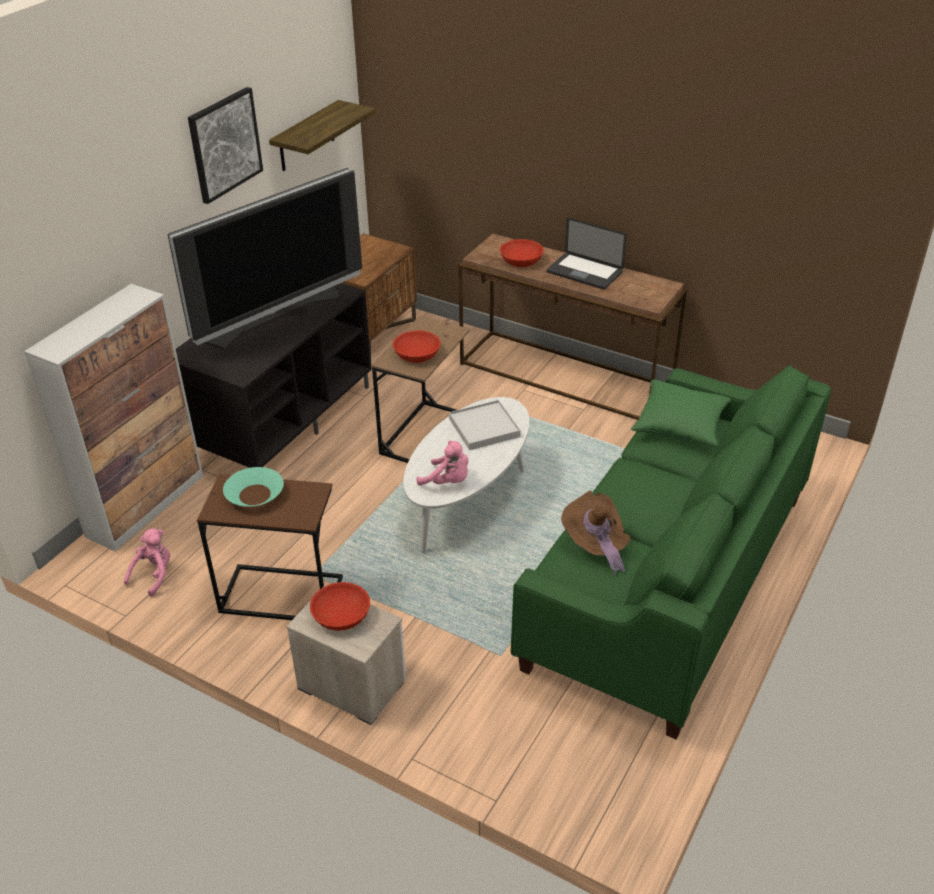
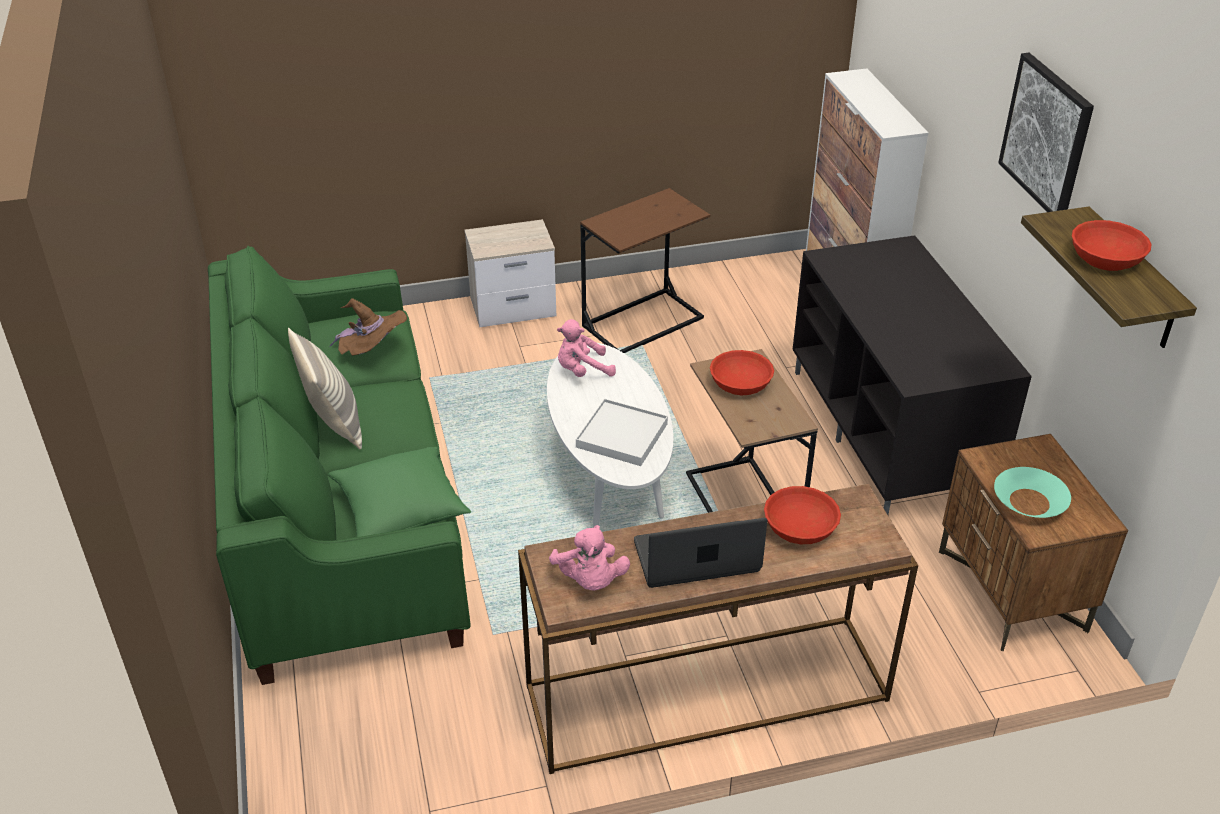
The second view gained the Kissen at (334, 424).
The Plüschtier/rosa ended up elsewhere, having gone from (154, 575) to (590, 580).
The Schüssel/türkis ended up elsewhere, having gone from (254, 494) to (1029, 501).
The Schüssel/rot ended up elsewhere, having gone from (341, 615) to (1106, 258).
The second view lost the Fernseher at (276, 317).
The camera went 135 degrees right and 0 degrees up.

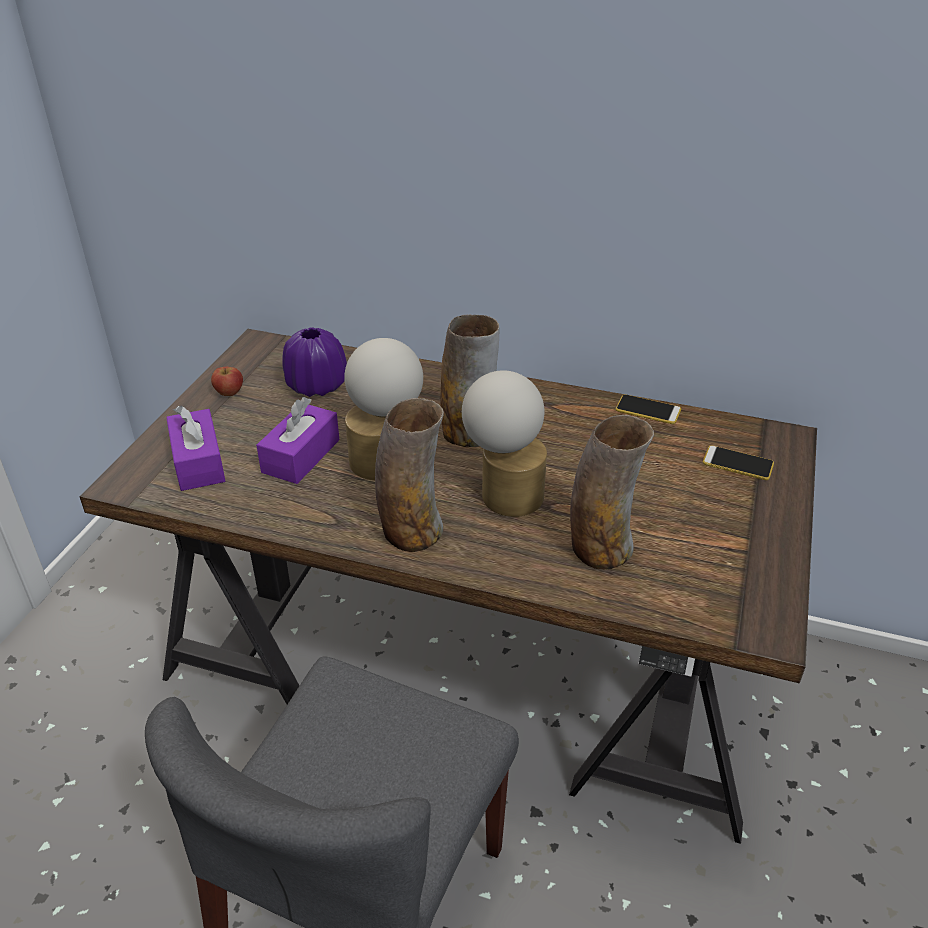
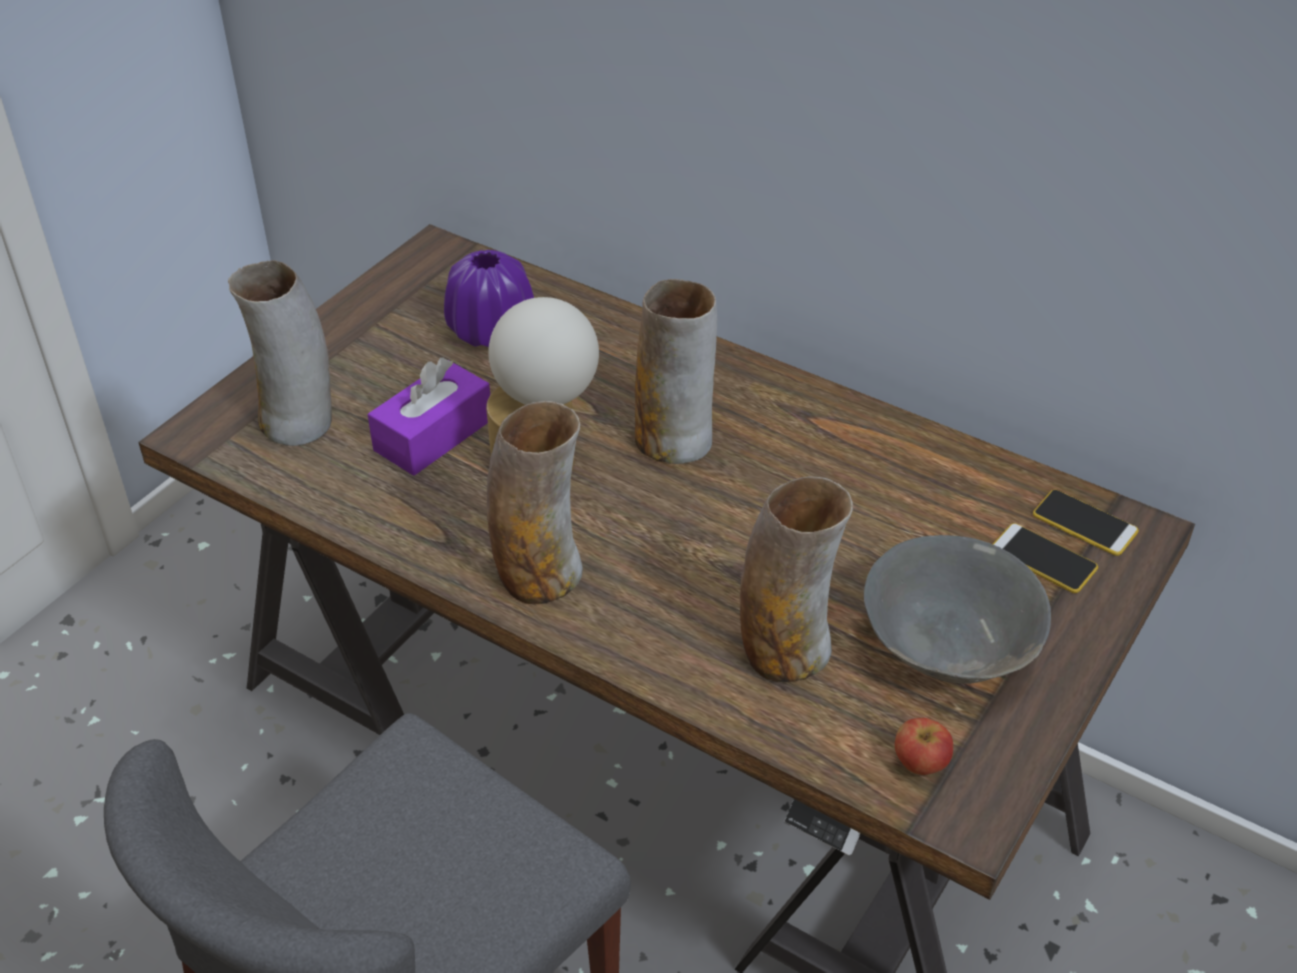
Where the Taschentuchbox/lila stood at (198, 462), the Vase came to stand at (298, 421).
The second view gained the Schüssel/grau at (945, 645).
The Apfel ended up elsewhere, having gone from (229, 393) to (920, 763).
The Handy ended up elsewhere, having gone from (648, 410) to (1084, 523).
The second view lost the Tischlampe at (504, 493).
The camera went 15 degrees right and 5 degrees up.

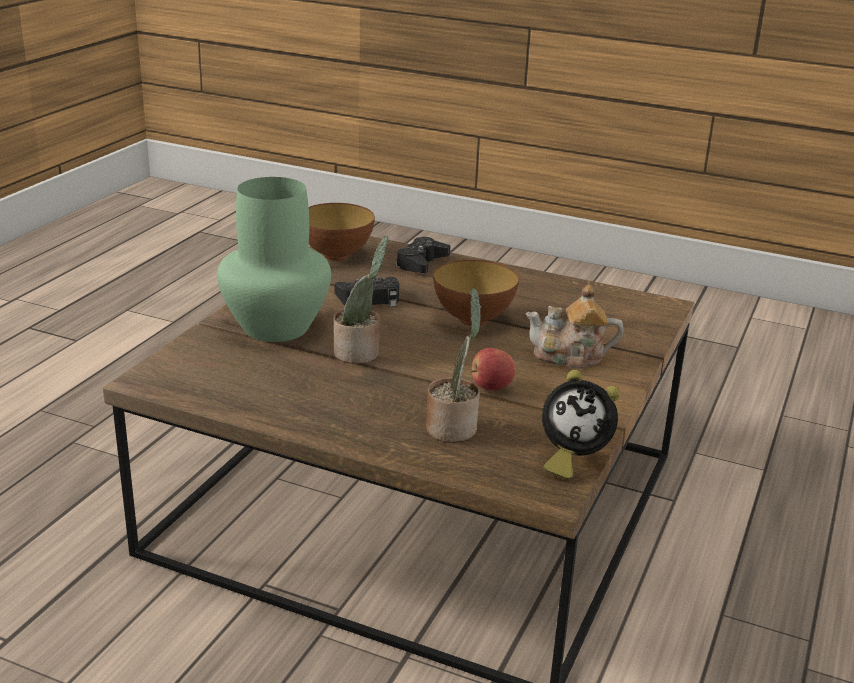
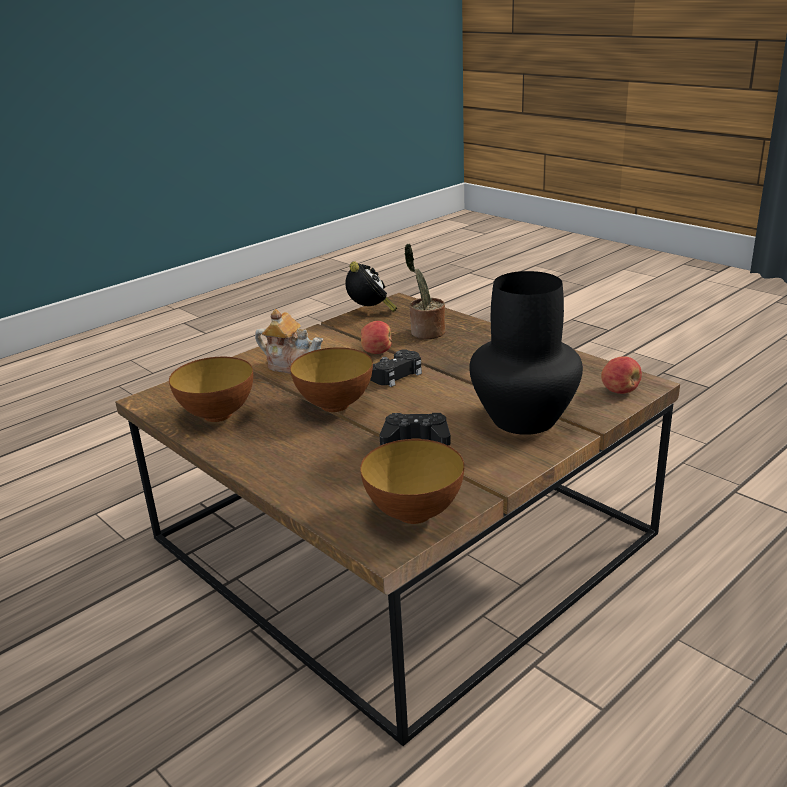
The second view gained the Schüssel at (217, 415).
The Wecker at (571, 459) ended up facing another way, 45 degrees clockwise from before.
The Gamepad/schwarz ended up elsewhere, having gone from (421, 263) to (394, 374).
What was the Vase/grün at (275, 328) turned into the Vase/schwarz at (524, 418).
The second view gained the Apfel at (620, 391).
The second view lost the Topfpflanze at (360, 353).
The camera went 155 degrees left and 0 degrees up.

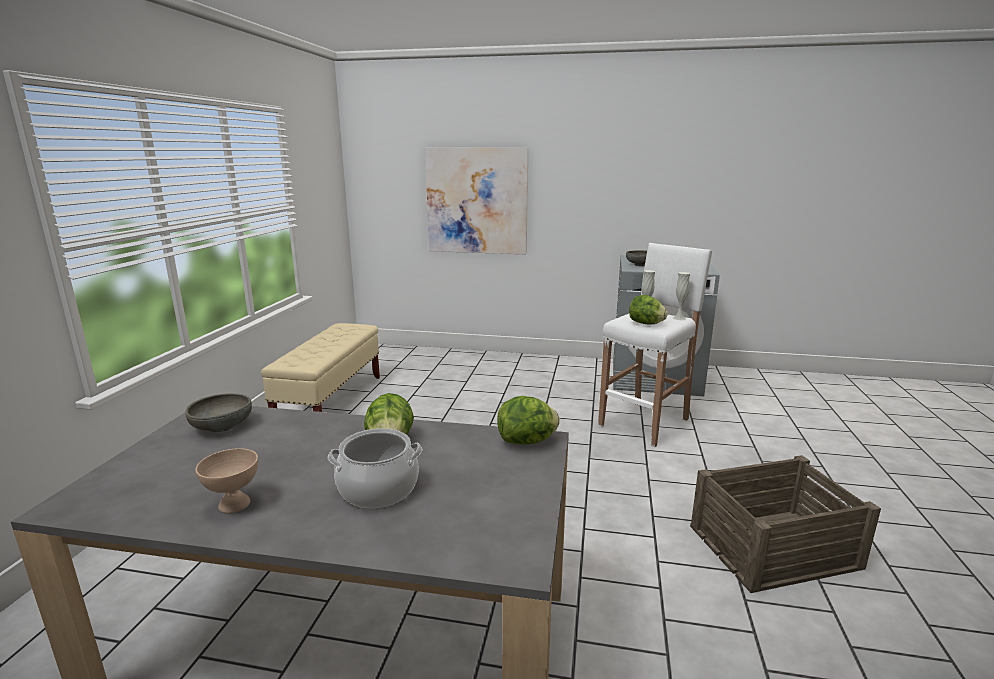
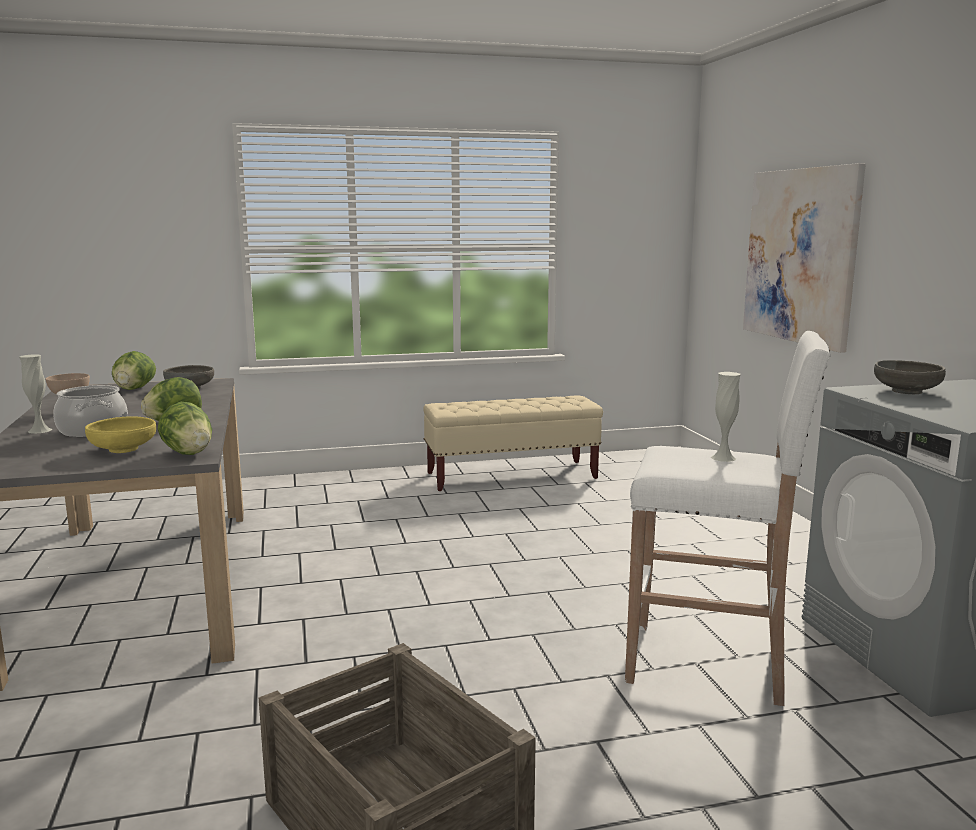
The Vase/weiß ended up elsewhere, having gone from (679, 318) to (40, 430).
The second view gained the Schüssel/gelb at (123, 449).
The Salatkopf ended up elsewhere, having gone from (646, 324) to (134, 389).
The camera went 65 degrees right and 5 degrees down.

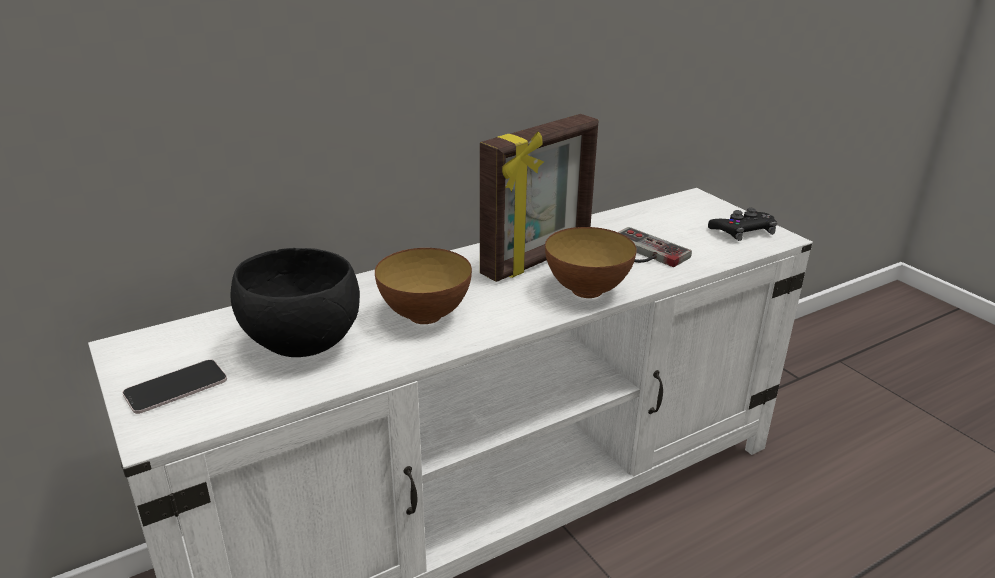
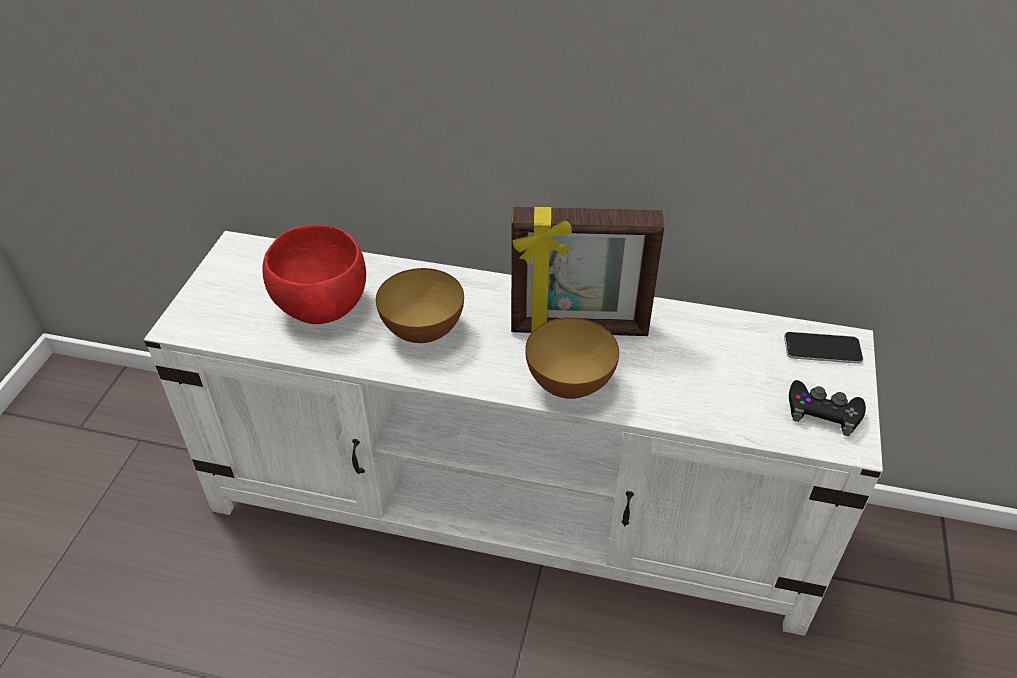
What was the Schüssel/schwarz at (302, 345) turned into the Schüssel/rot at (321, 309).
The Handy ended up elsewhere, having gone from (176, 387) to (822, 349).
The second view lost the Gamepad at (644, 252).
The camera went 45 degrees right and 15 degrees up.

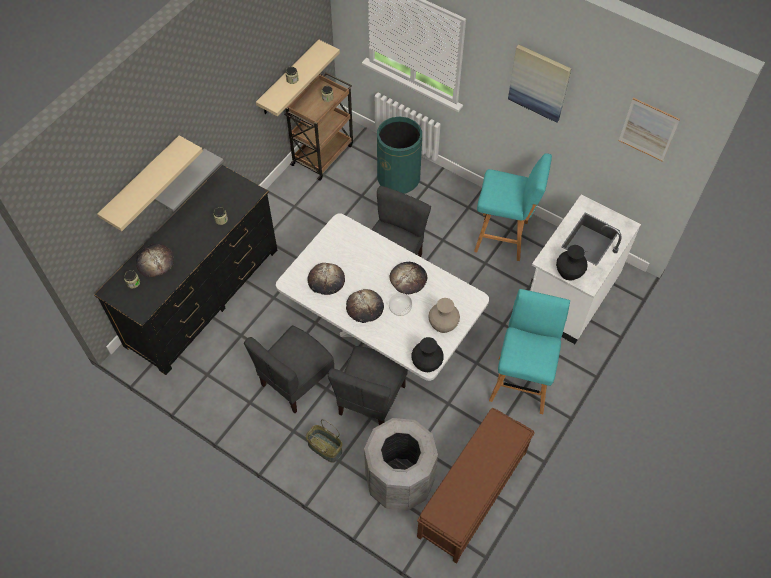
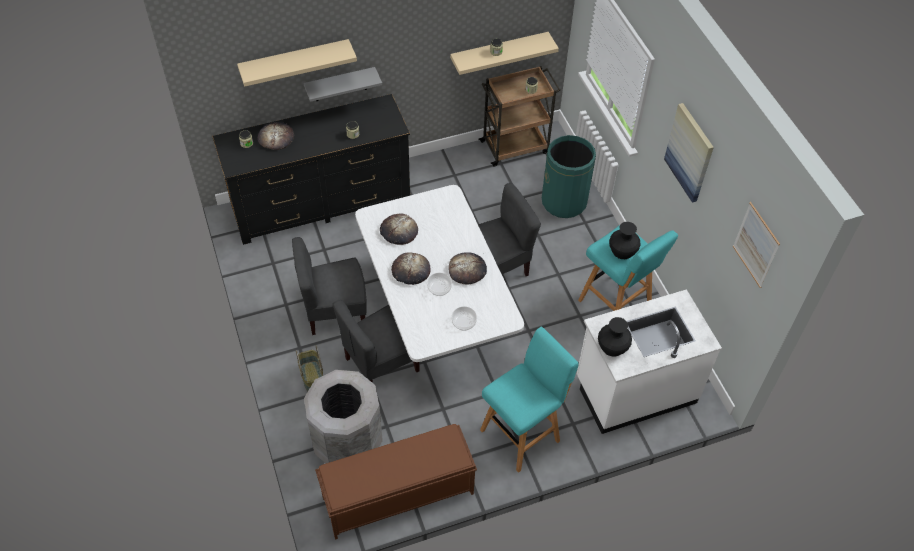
Where the Vase/beige stood at (443, 323), the Schüssel came to stand at (464, 322).
The Vase/schwarz ended up elsewhere, having gone from (426, 362) to (622, 251).
The camera went 35 degrees right and 5 degrees down.

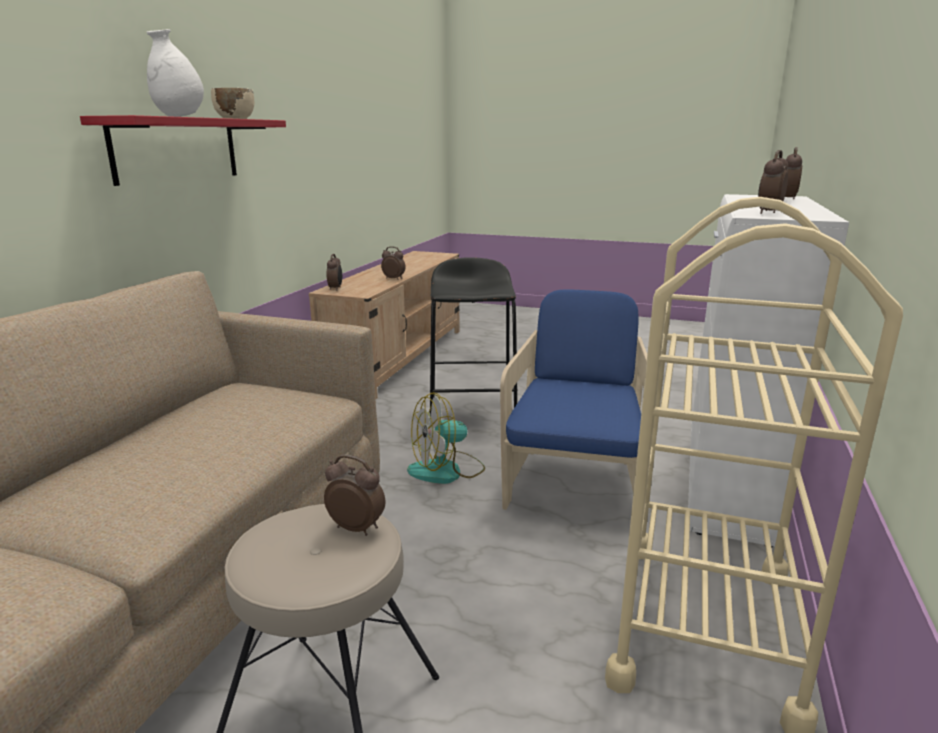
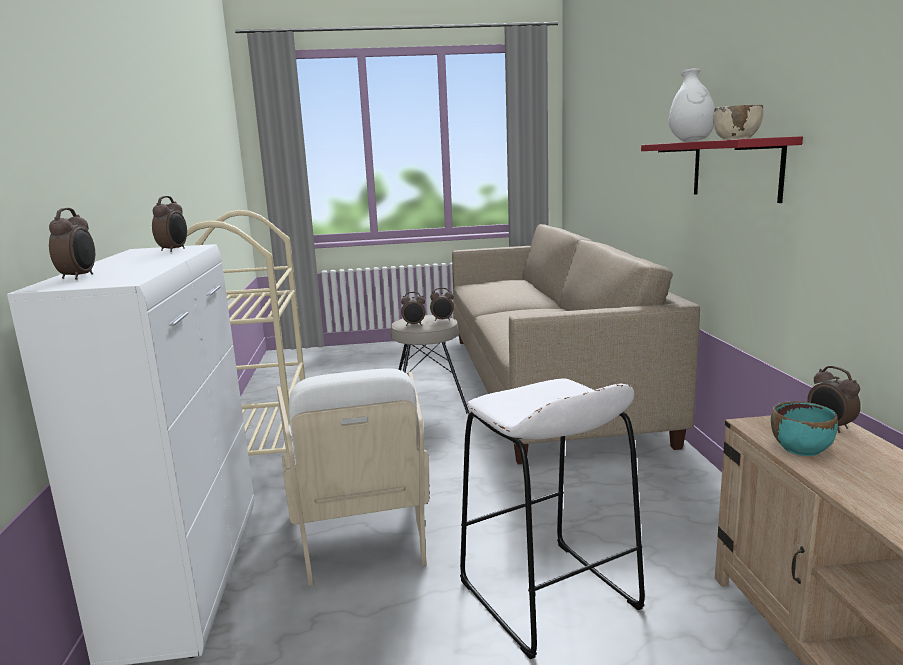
What was the Sessel/blau at (574, 483) turned into the Sessel/weiß at (361, 532).
The Wecker ended up elsewhere, having gone from (394, 279) to (442, 320).
What was the Hocker/schwarz at (472, 415) turned into the Hocker/weiß at (548, 595).
The second view gained the Schüssel/türkis at (801, 449).
The second view lost the Ventilator at (446, 470).
The camera went 155 degrees right and 5 degrees down.

